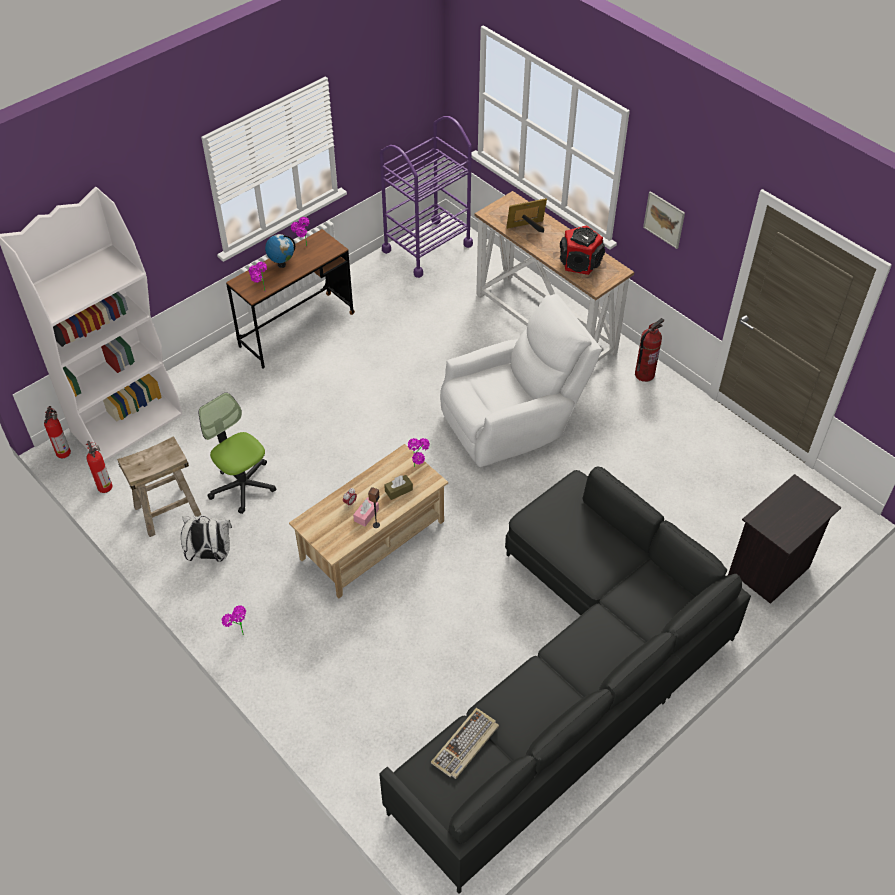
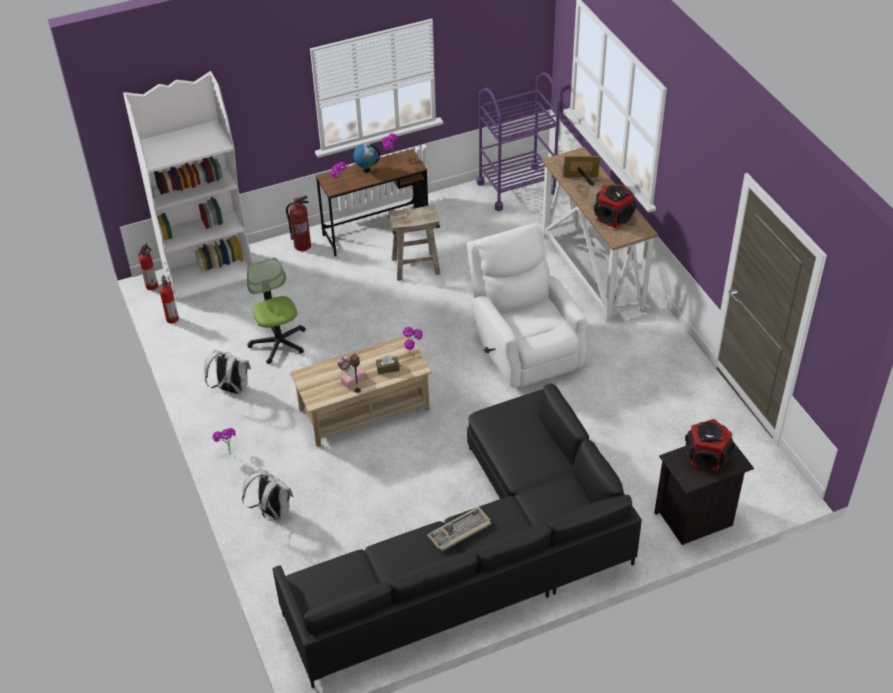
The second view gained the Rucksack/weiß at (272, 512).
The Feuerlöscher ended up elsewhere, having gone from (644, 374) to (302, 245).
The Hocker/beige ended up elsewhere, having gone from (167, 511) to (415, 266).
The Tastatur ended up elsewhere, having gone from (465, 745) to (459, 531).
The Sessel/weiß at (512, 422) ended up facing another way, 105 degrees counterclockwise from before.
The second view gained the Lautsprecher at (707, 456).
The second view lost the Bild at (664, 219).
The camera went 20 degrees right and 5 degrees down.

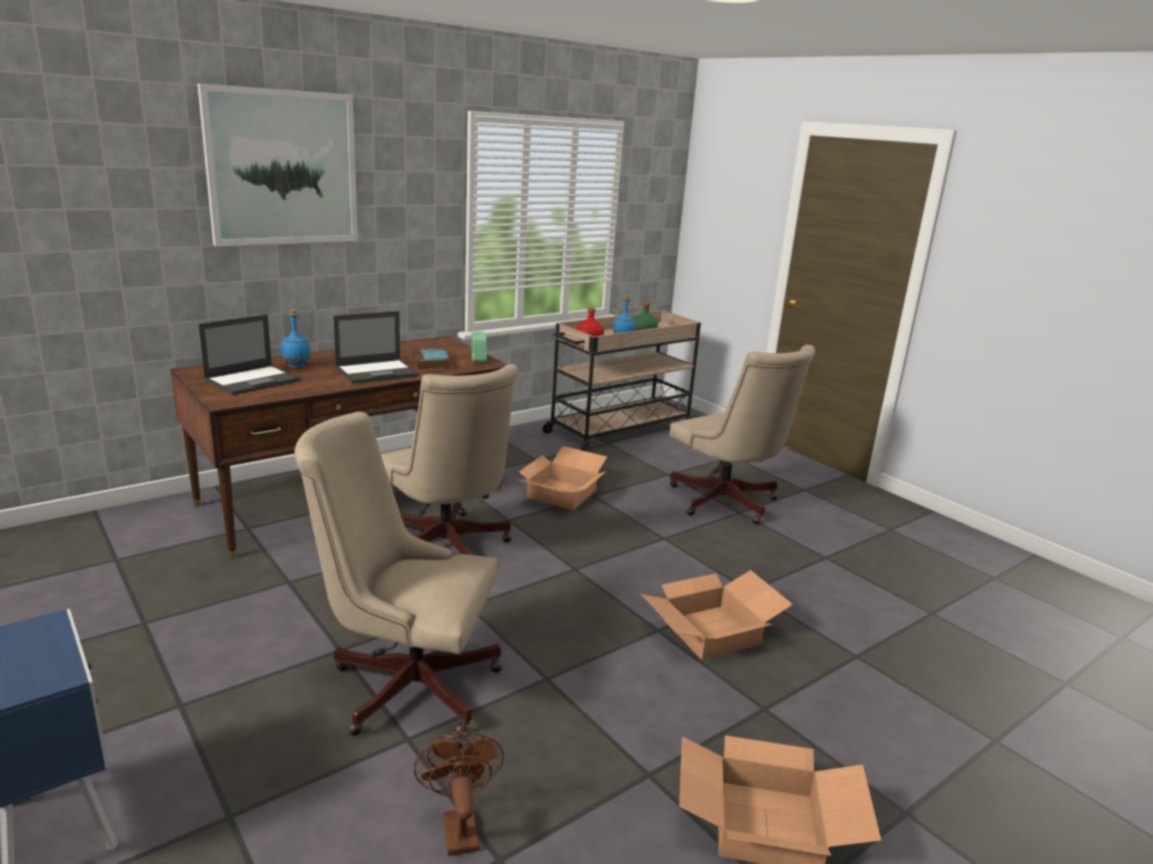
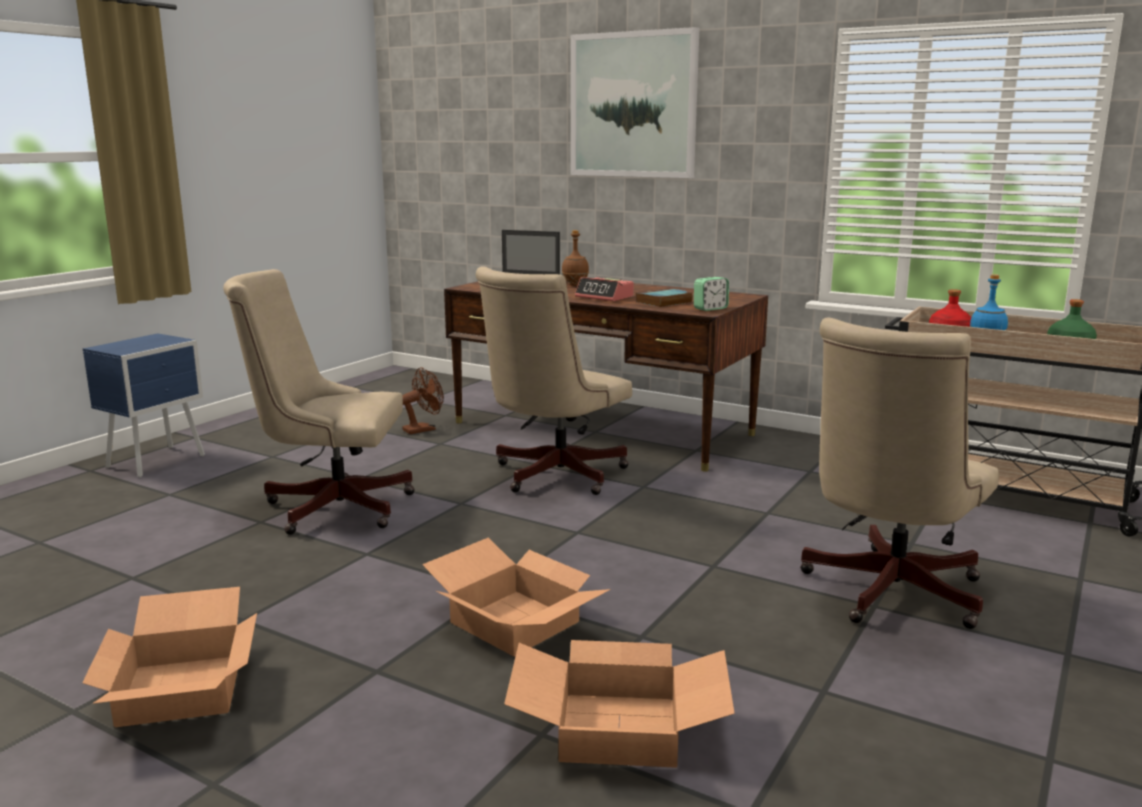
The Bürostuhl/beige at (405, 683) ended up facing another way, 75 degrees counterclockwise from before.
The Ventilator/braun ended up elsewhere, having gone from (458, 825) to (423, 429).
The Karton ended up elsewhere, having gone from (561, 493) to (620, 728).
What was the Flasche/blau at (297, 366) turned into the Flasche/braun at (575, 285).
Where the Laptop stood at (377, 372), the Wecker came to stand at (604, 297).
The camera went 70 degrees right and 5 degrees down.

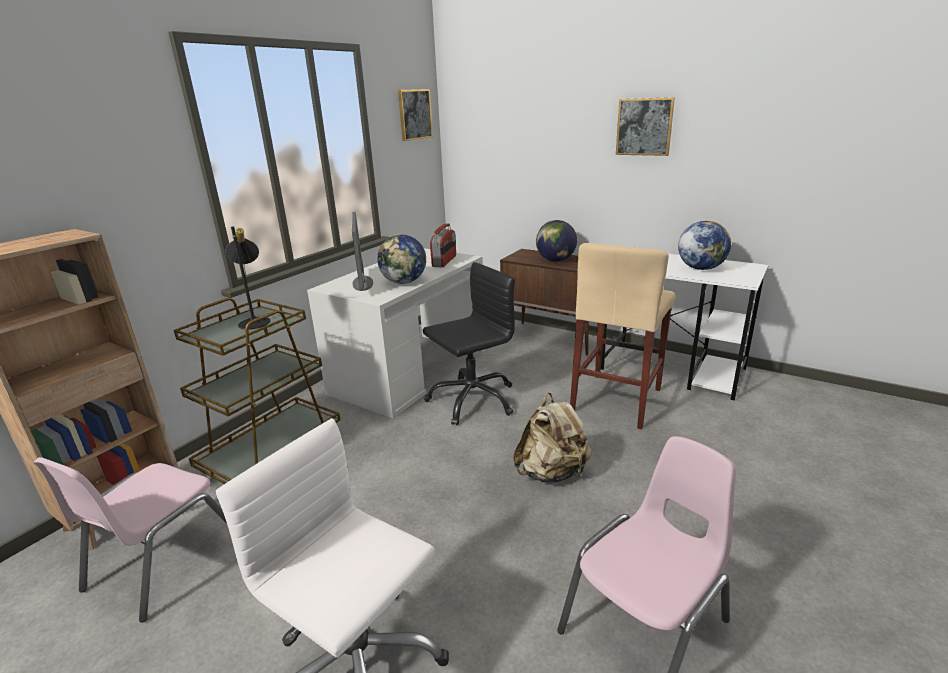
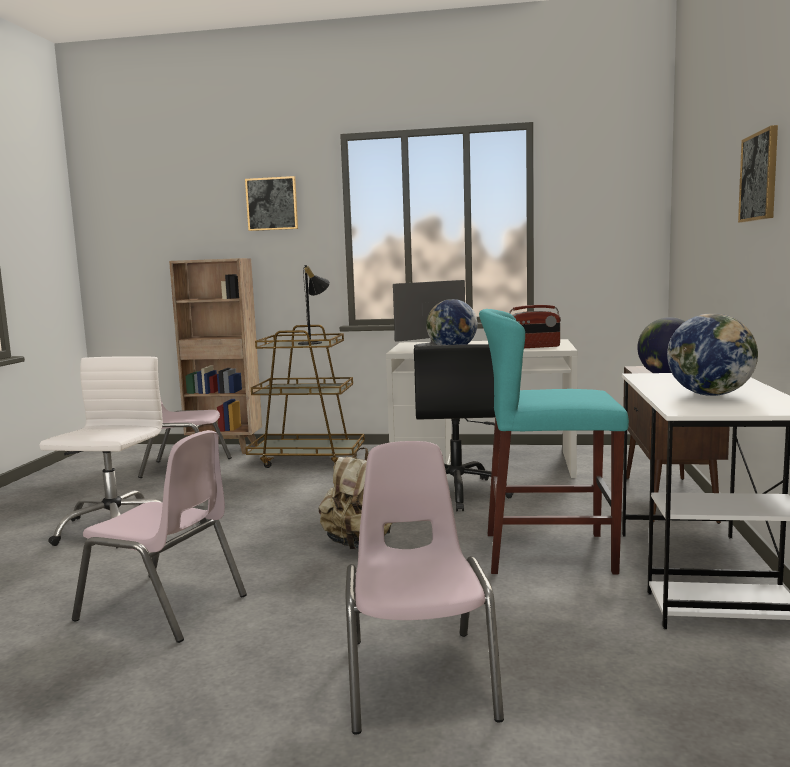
The Bild ended up elsewhere, having gone from (414, 114) to (272, 204).
The second view gained the Stuhl/rosa at (419, 678).
The Bürostuhl/schwarz at (472, 399) ended up facing another way, 60 degrees clockwise from before.
What was the Hocker/beige at (616, 400) turned into the Hocker/türkis at (549, 553).
The camera went 65 degrees right and 15 degrees down.

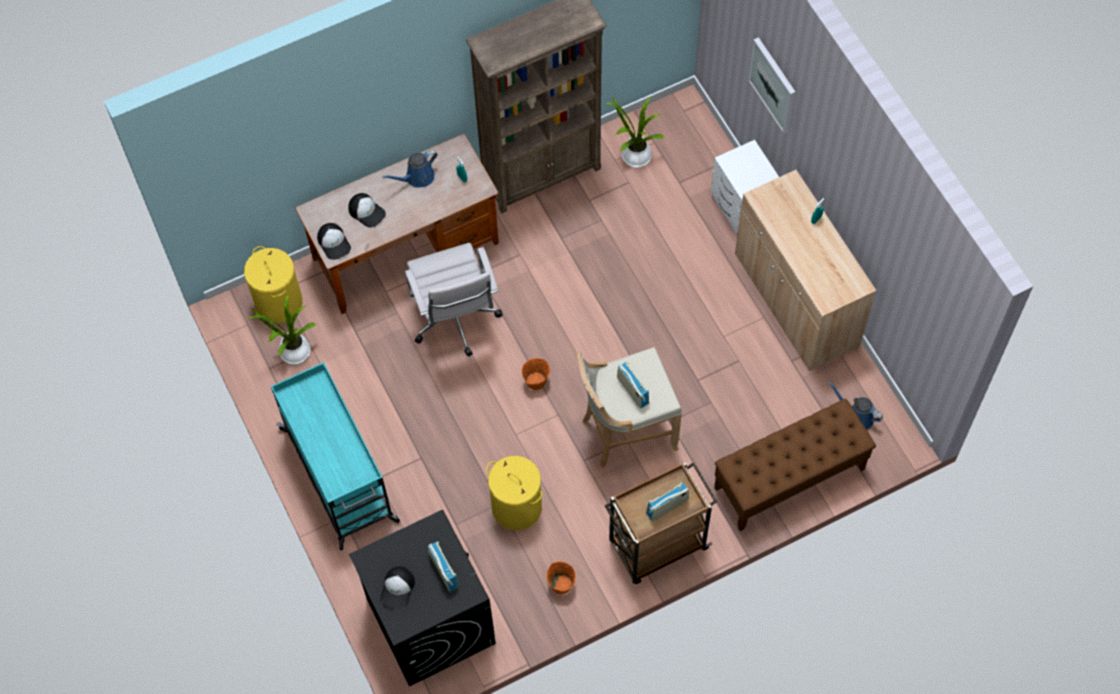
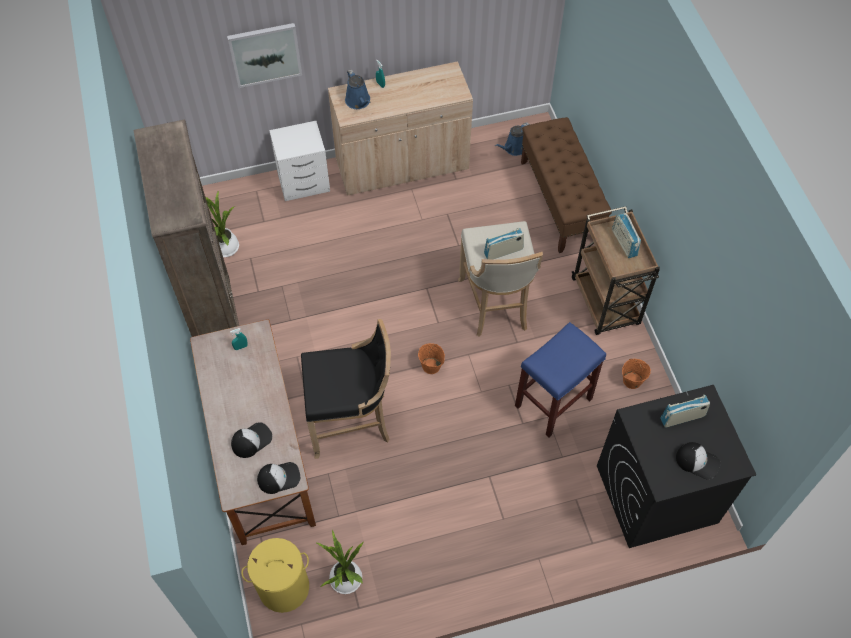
Where the Bürostuhl/weiß stood at (456, 321), the Hocker/schwarz came to stand at (352, 422).
The Gießkanne/blau ended up elsewhere, having gone from (417, 177) to (359, 102).
Where the Wäschekorb/gelb stood at (516, 507), the Hocker/blau came to stand at (553, 403).
The second view lost the Rollwagen/türkis at (340, 477).
The camera went 80 degrees left and 5 degrees down.

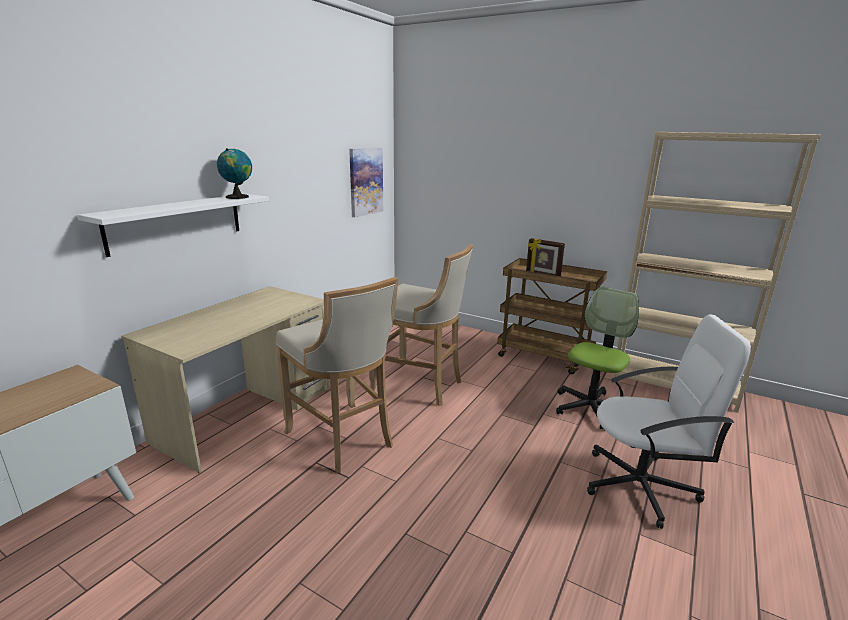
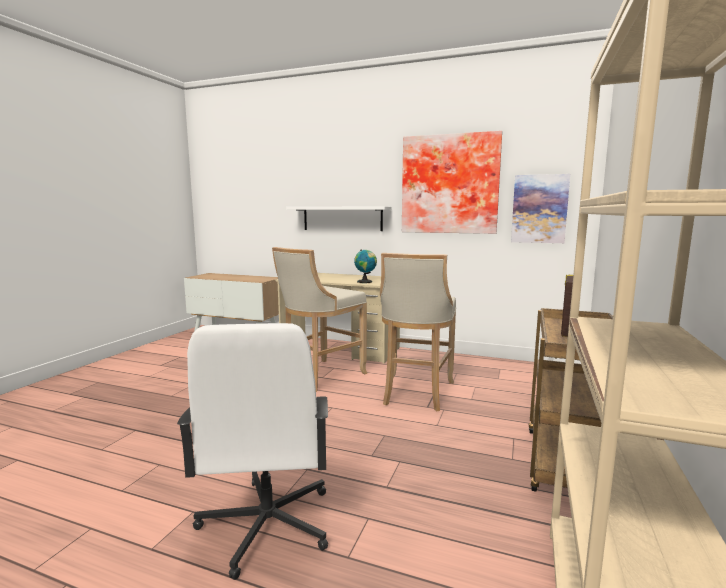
The Globus ended up elsewhere, having gone from (238, 197) to (365, 282).
The second view gained the Bild at (450, 184).
The second view lost the Bürostuhl at (591, 408).
The camera went 80 degrees right and 10 degrees down.

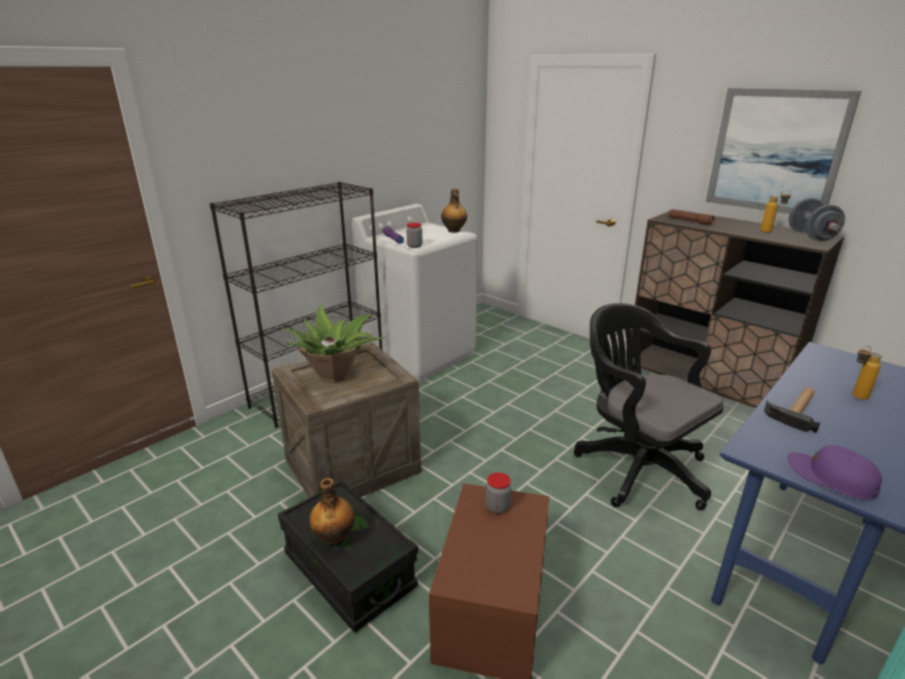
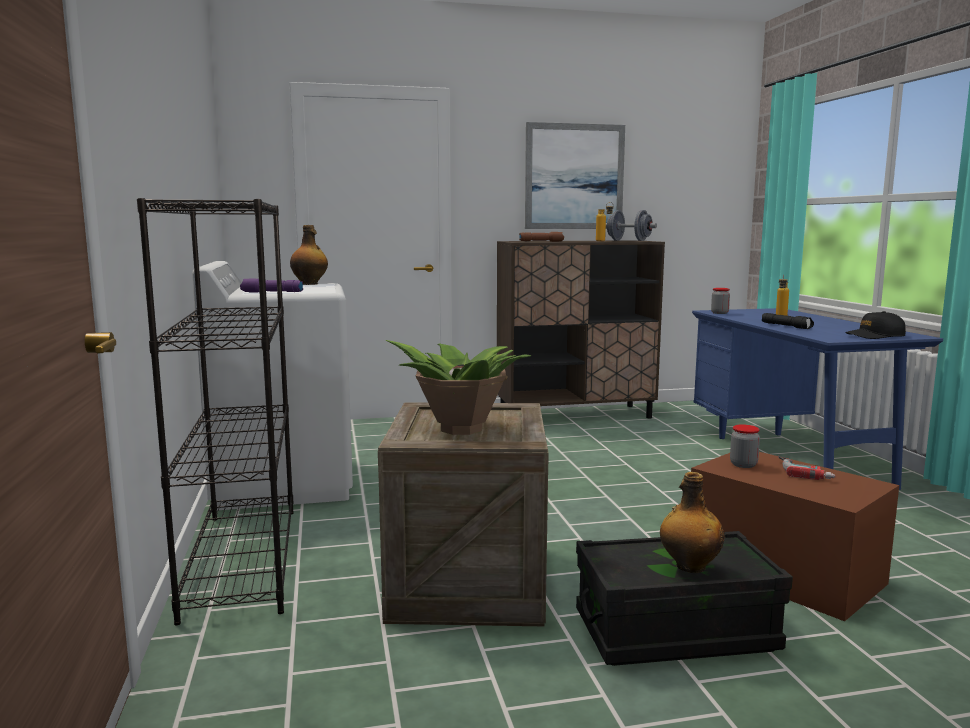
The Vorratsglas ended up elsewhere, having gone from (414, 246) to (719, 313).
Where the Hammer stood at (796, 410), the Taschenlampe/schwarz came to stand at (786, 326).
The second view gained the Bohrmaschine at (804, 471).
What was the Kappe/lila at (831, 477) turned into the Kappe/schwarz at (875, 336).
The second view lost the Bürostuhl/schwarz at (636, 466).
The camera went 55 degrees left and 15 degrees down.

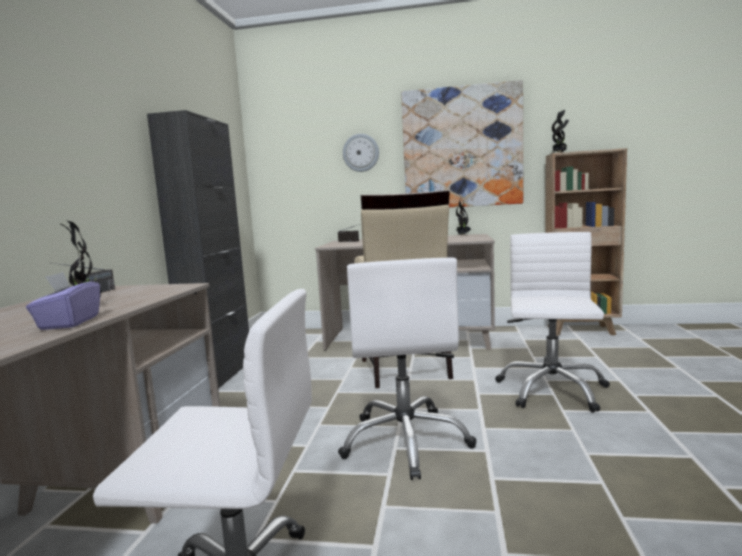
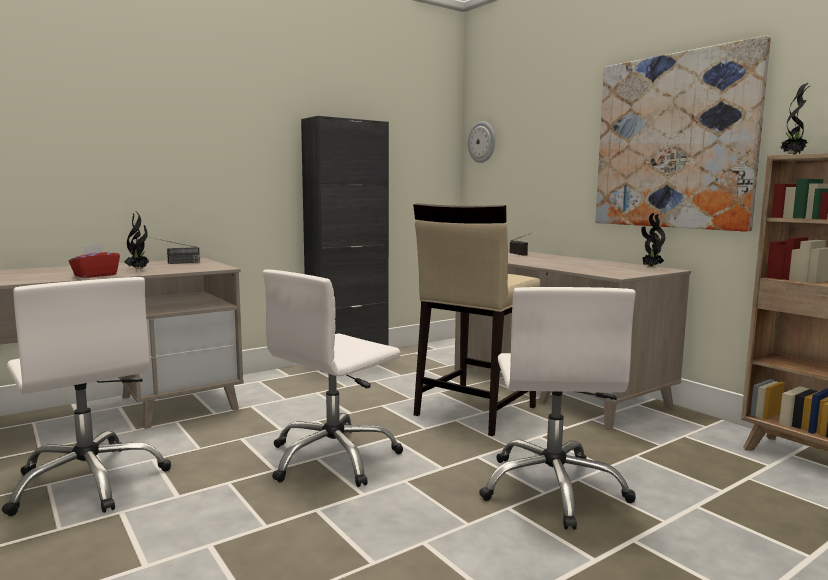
What was the Taschentuchbox/lila at (69, 323) turned into the Taschentuchbox/rot at (95, 275).
The Wanduhr ended up elsewhere, having gone from (361, 153) to (482, 142).
The Bürostuhl/weiß at (551, 390) ended up facing another way, 120 degrees clockwise from before.
The camera went 45 degrees right and 0 degrees up.

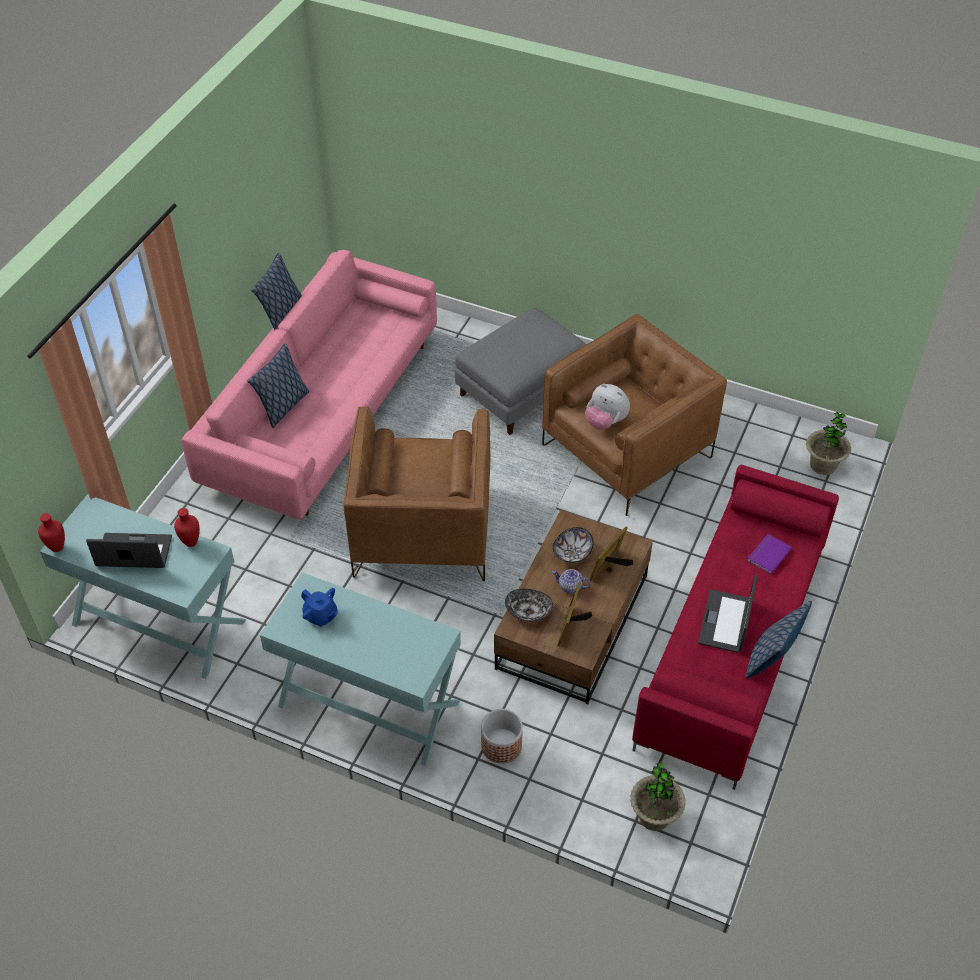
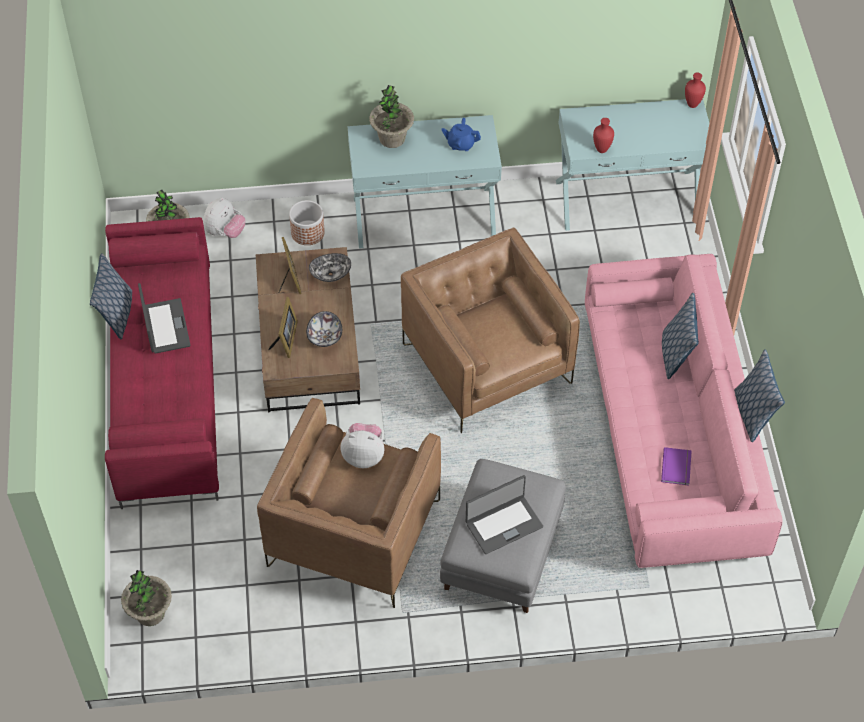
The second view gained the Plüschtier at (225, 232).
The second view gained the Topfpflanze at (392, 138).
The Laptop ended up elsewhere, having gone from (134, 553) to (503, 524).
The Buch/lila ended up elsewhere, having gone from (767, 554) to (677, 467).
The second view lost the Teekanne at (570, 587).
The camera went 150 degrees right and 5 degrees up.

